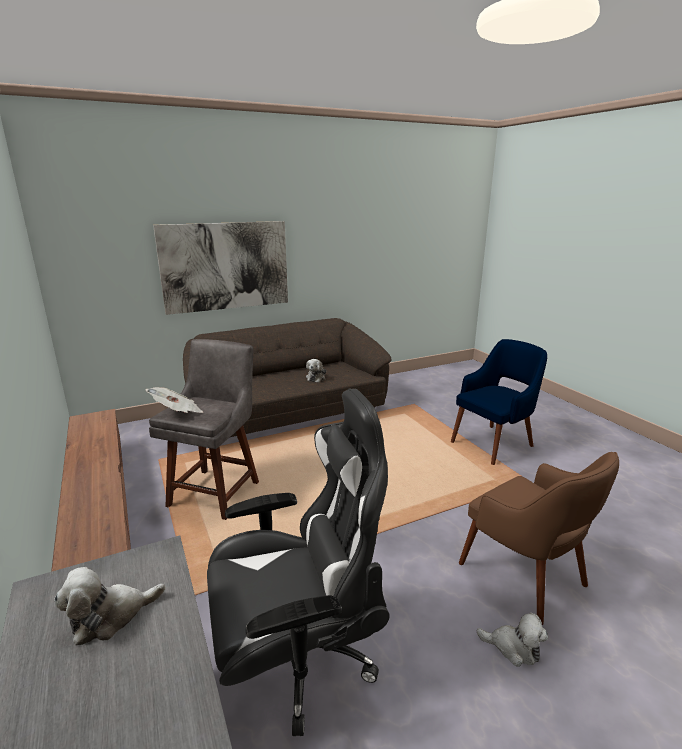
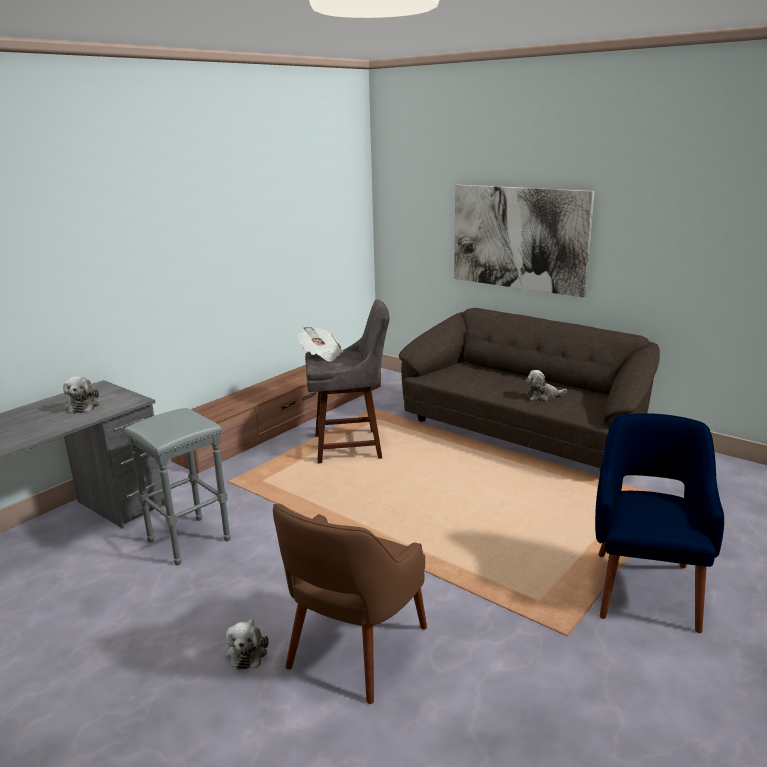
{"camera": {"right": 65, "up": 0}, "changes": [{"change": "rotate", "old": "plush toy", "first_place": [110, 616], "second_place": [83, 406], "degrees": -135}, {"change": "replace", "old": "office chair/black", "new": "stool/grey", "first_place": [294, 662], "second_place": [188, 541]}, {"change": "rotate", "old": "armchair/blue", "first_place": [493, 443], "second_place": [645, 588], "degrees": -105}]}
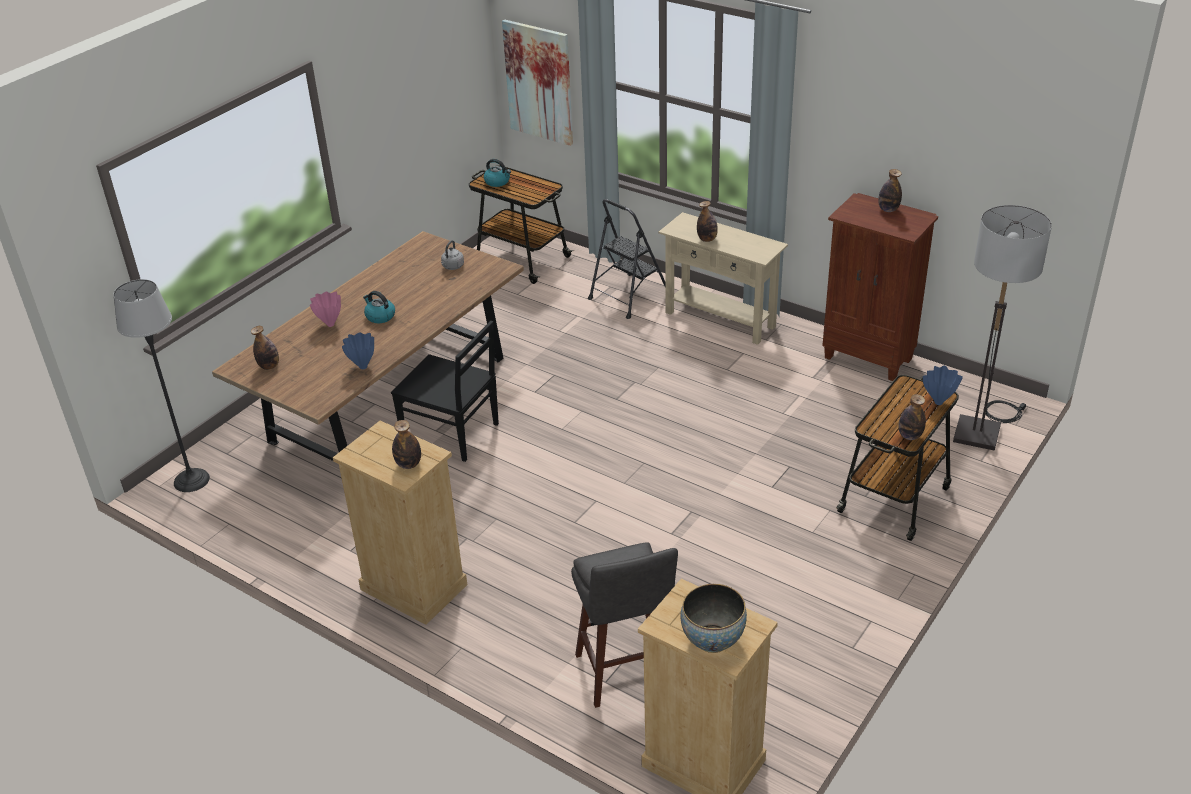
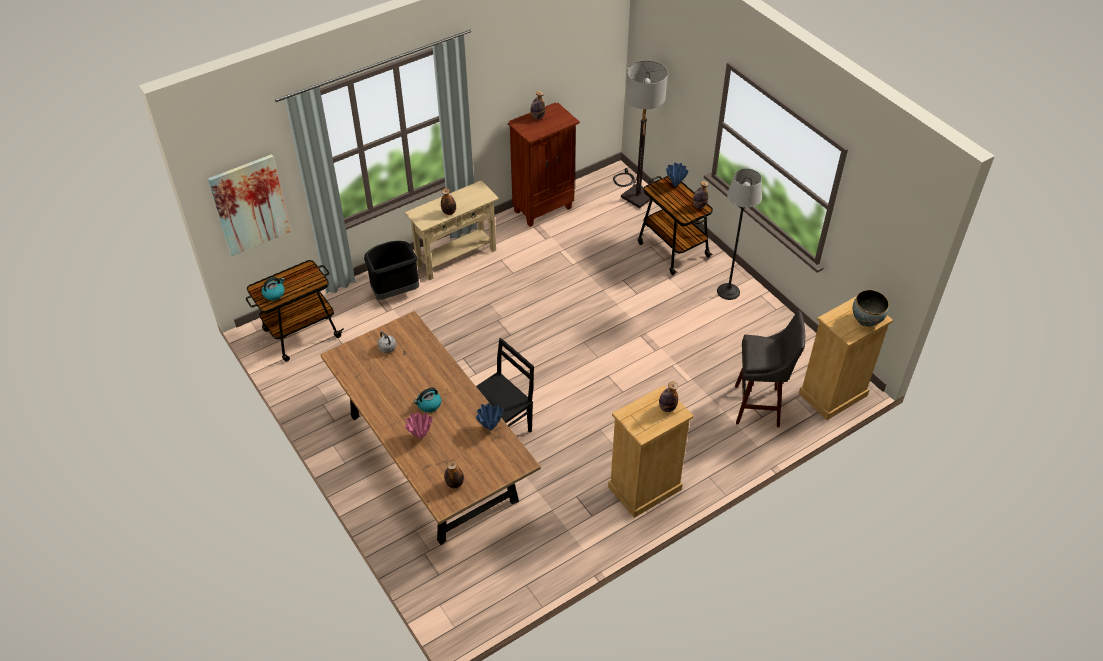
{"camera": {"right": -70, "up": 10}, "changes": [{"change": "move", "old": "floor lamp", "first_place": [191, 480], "second_place": [728, 291]}, {"change": "replace", "old": "step ladder/black", "new": "trash can/black", "first_place": [627, 296], "second_place": [394, 292]}]}
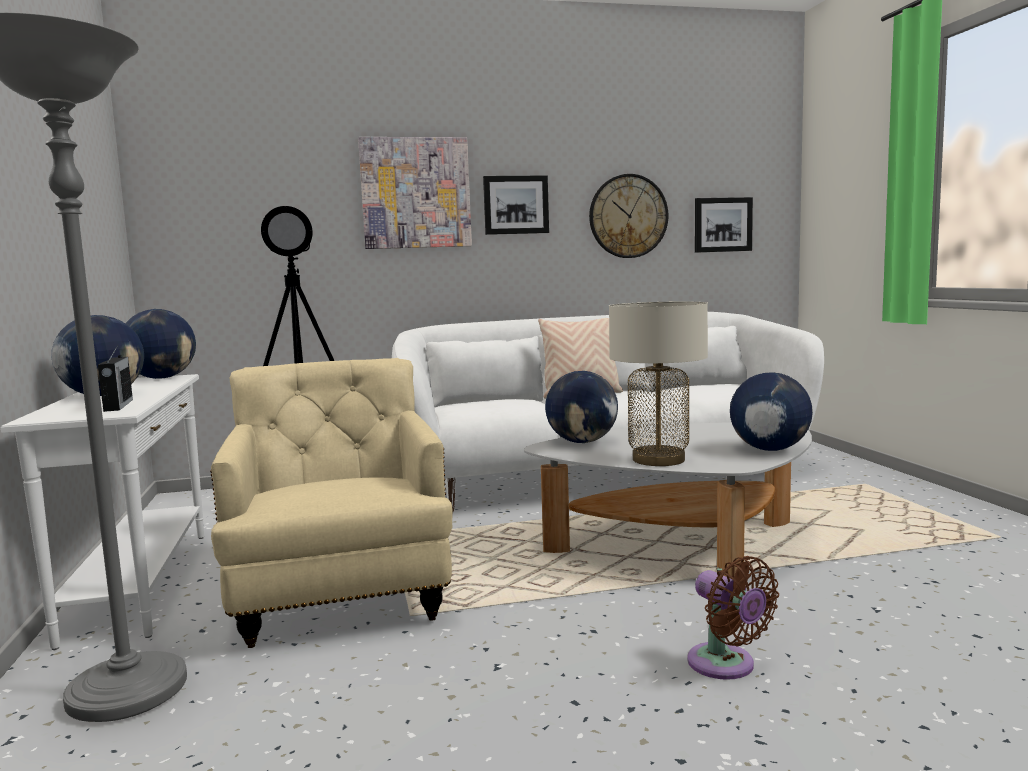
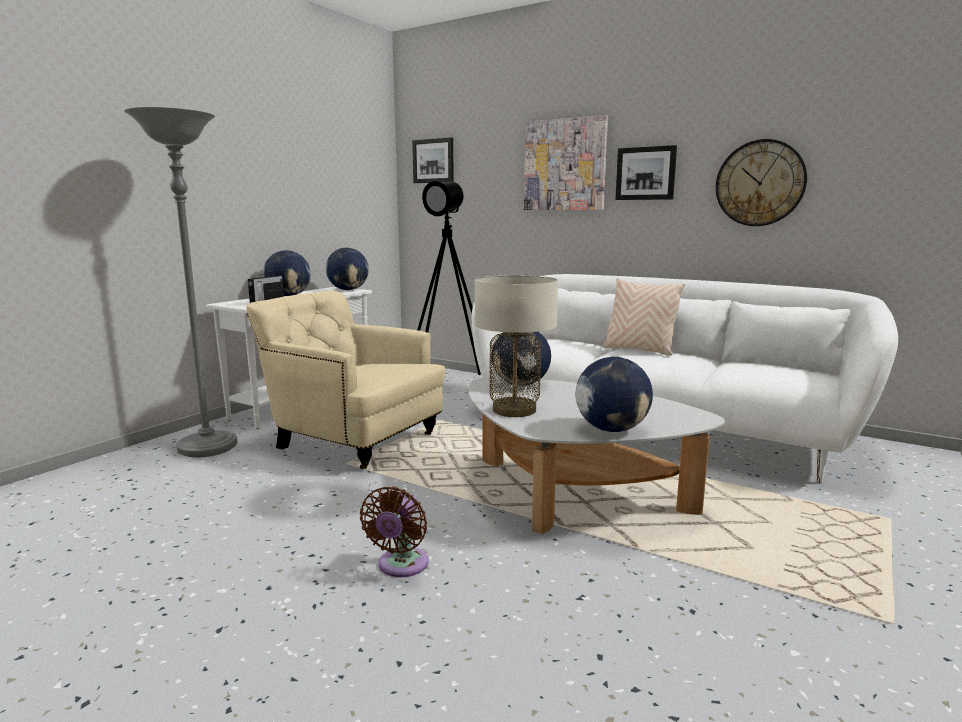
{"camera": {"right": 45, "up": 5}, "changes": [{"change": "rotate", "old": "armchair/beige", "first_place": [341, 592], "second_place": [351, 440], "degrees": -90}, {"change": "move", "old": "picture", "first_place": [722, 225], "second_place": [433, 161]}]}
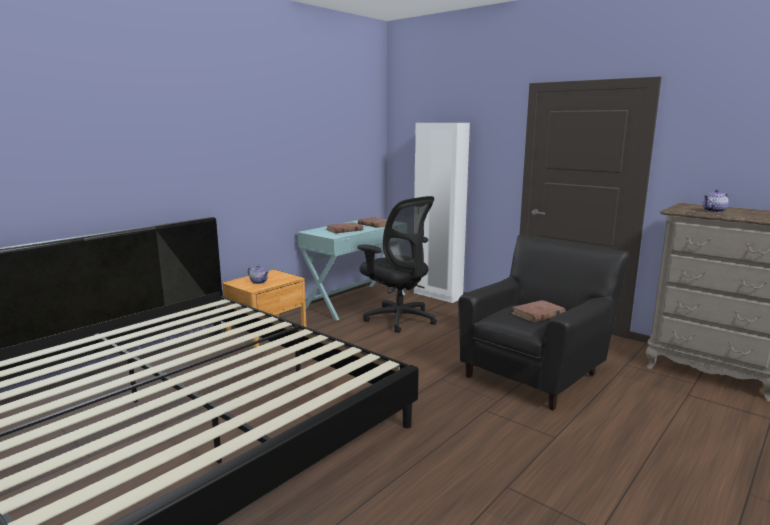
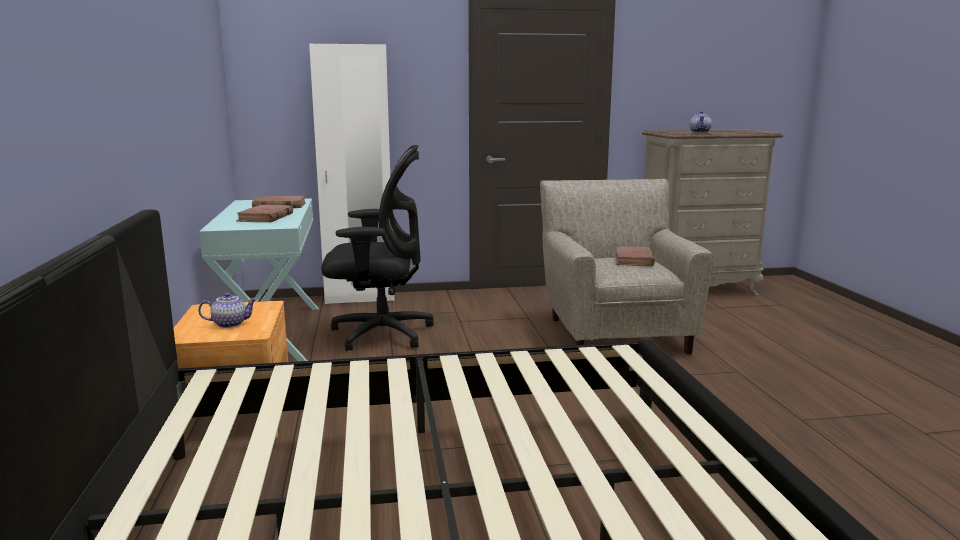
{"camera": {"right": -50, "up": 0}, "changes": [{"change": "recolor", "old": "armchair/black", "new": "armchair/beige", "first_place": [533, 374], "second_place": [616, 334]}]}
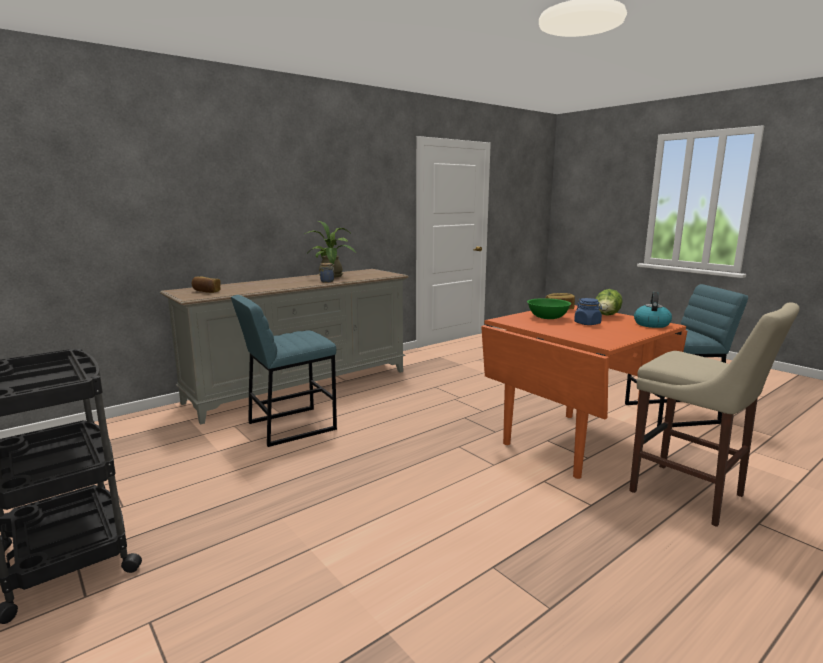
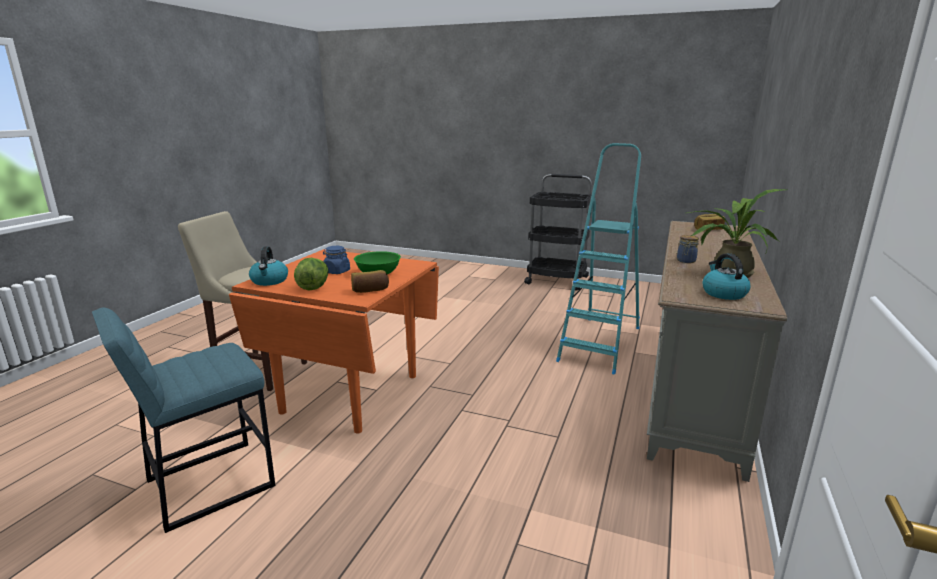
{"camera": {"right": 150, "up": 5}, "changes": [{"change": "replace", "old": "stool/blue", "new": "step ladder/turquoise", "first_place": [289, 426], "second_place": [600, 344]}, {"change": "insert", "new": "kettle", "second_place": [723, 293]}]}
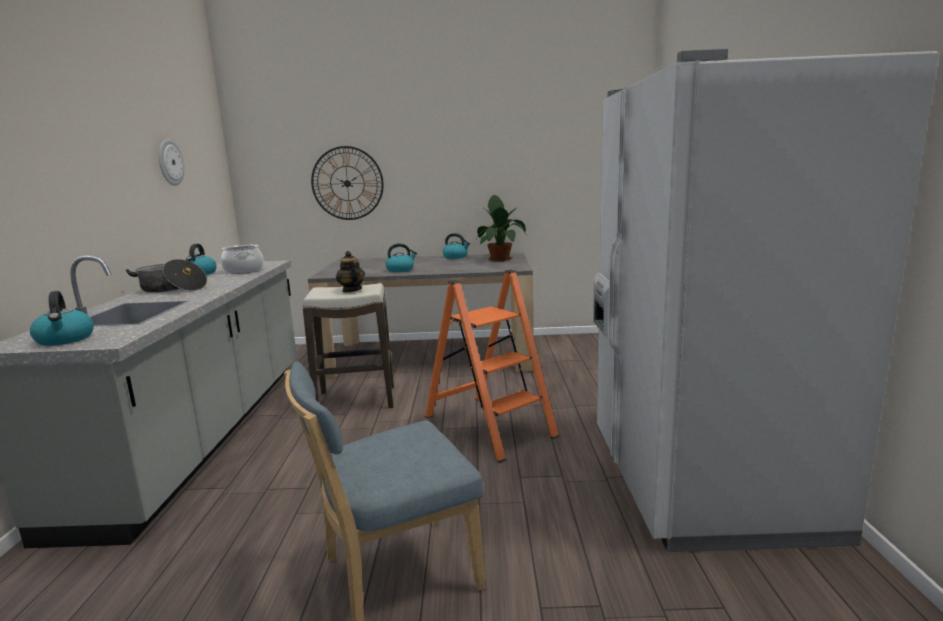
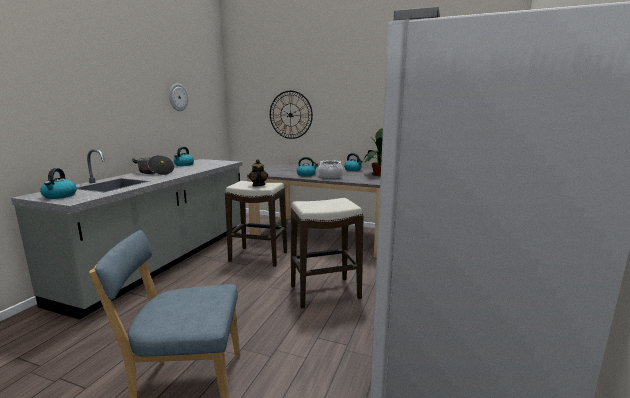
{"camera": {"right": 20, "up": 0}, "changes": [{"change": "move", "old": "cooking pot", "first_place": [244, 271], "second_place": [330, 176]}, {"change": "replace", "old": "step ladder/orange", "new": "stool", "first_place": [487, 425], "second_place": [325, 292]}]}
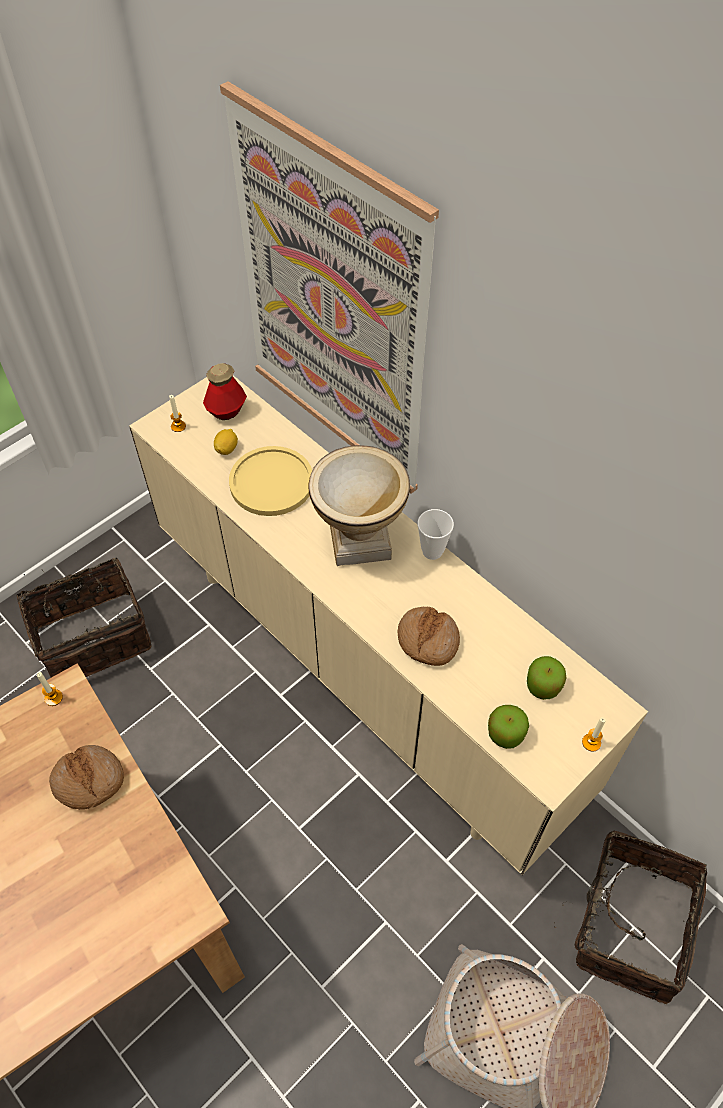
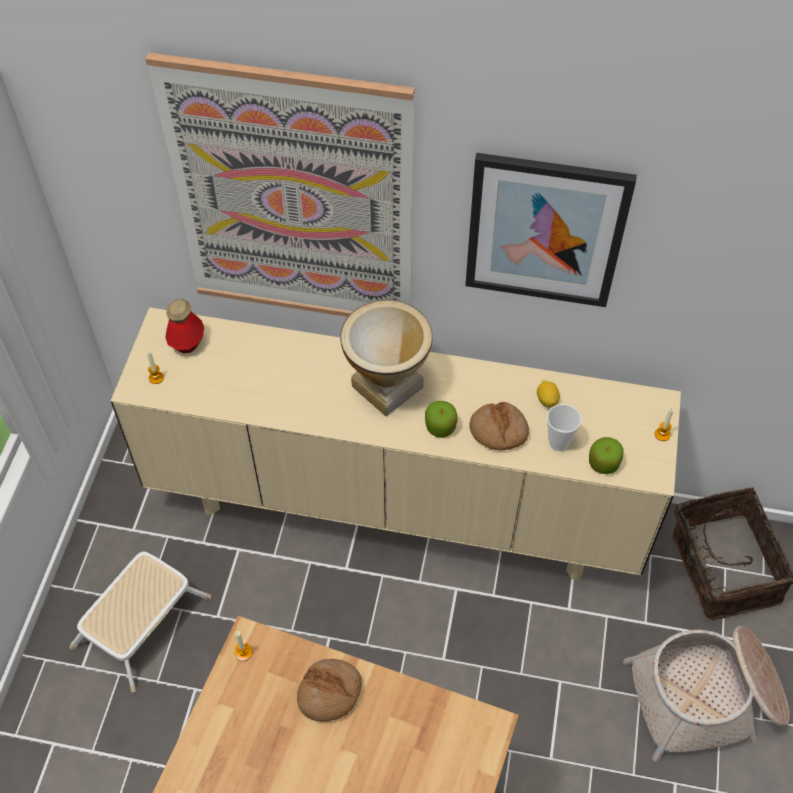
{"camera": {"right": -35, "up": 0}, "changes": [{"change": "replace", "old": "basket", "new": "step ladder/beige", "first_place": [93, 636], "second_place": [142, 622]}, {"change": "move", "old": "lemon", "first_place": [226, 449], "second_place": [547, 400]}, {"change": "delete", "old": "plate/yellow", "first_place": [271, 482]}, {"change": "move", "old": "cup", "first_place": [432, 551], "second_place": [558, 442]}, {"change": "move", "old": "apple", "first_place": [543, 686], "second_place": [440, 427]}, {"change": "insert", "new": "picture", "second_place": [545, 231]}]}
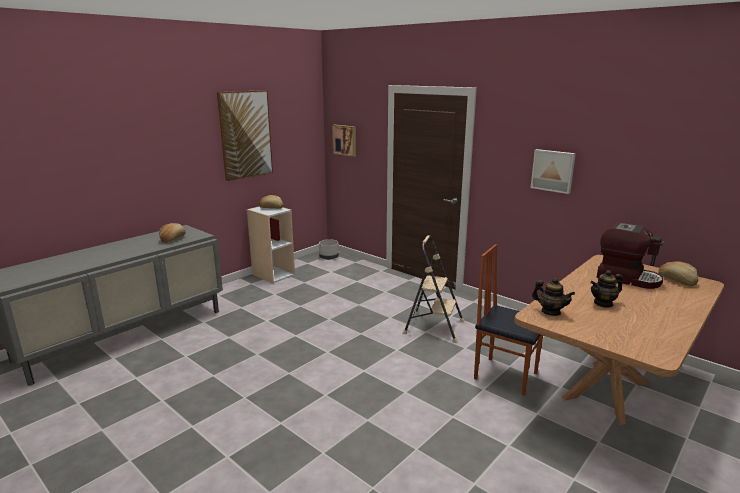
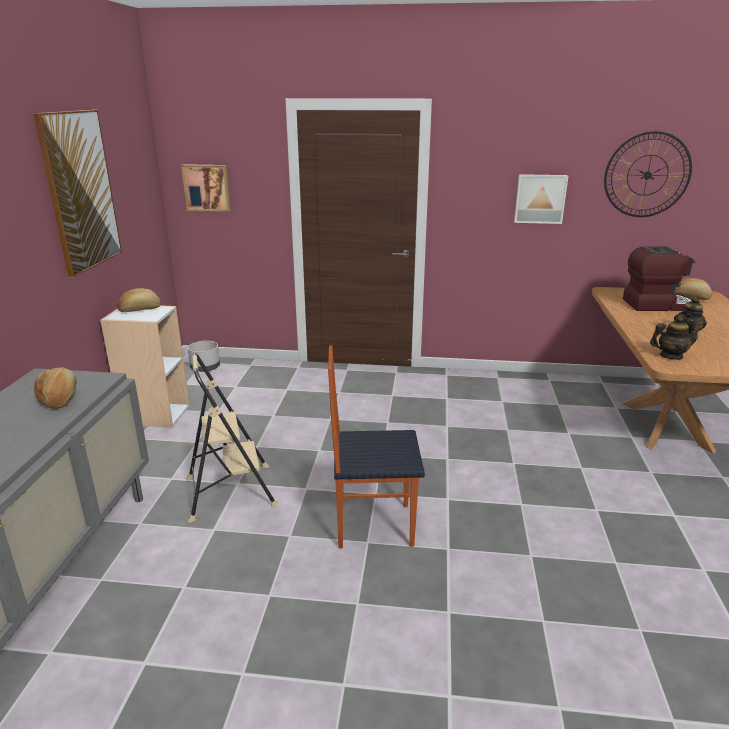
{"camera": {"right": -35, "up": 5}, "changes": [{"change": "move", "old": "step ladder/beige", "first_place": [432, 326], "second_place": [227, 491]}, {"change": "move", "old": "chair", "first_place": [505, 375], "second_place": [373, 524]}, {"change": "insert", "new": "wall clock", "second_place": [647, 175]}]}
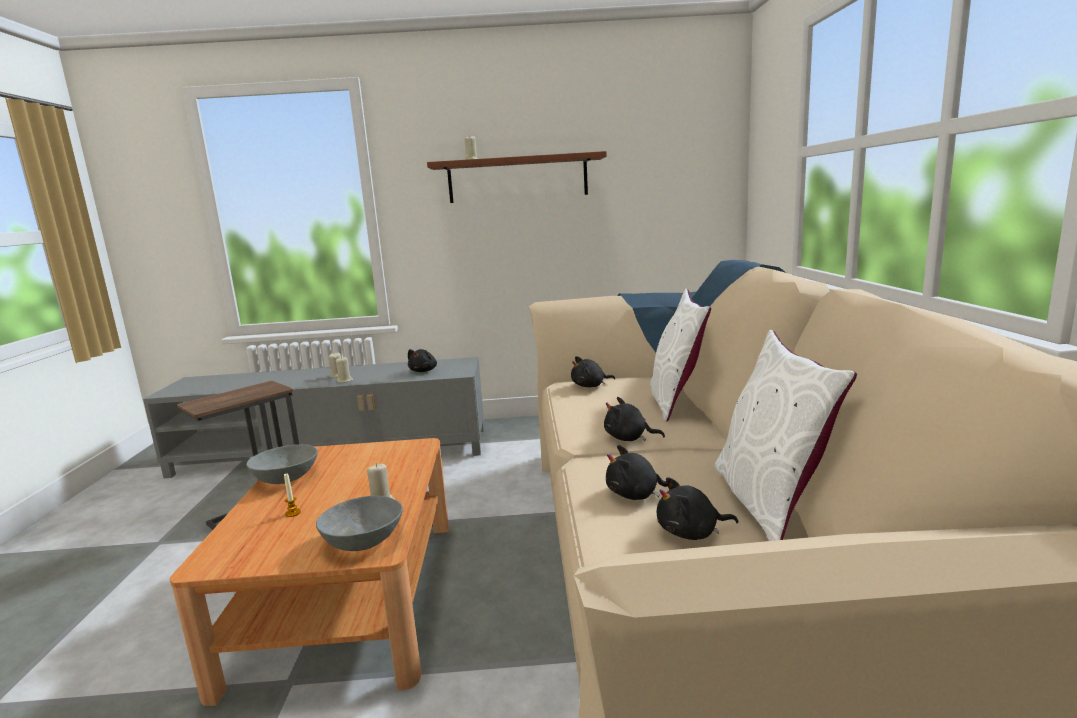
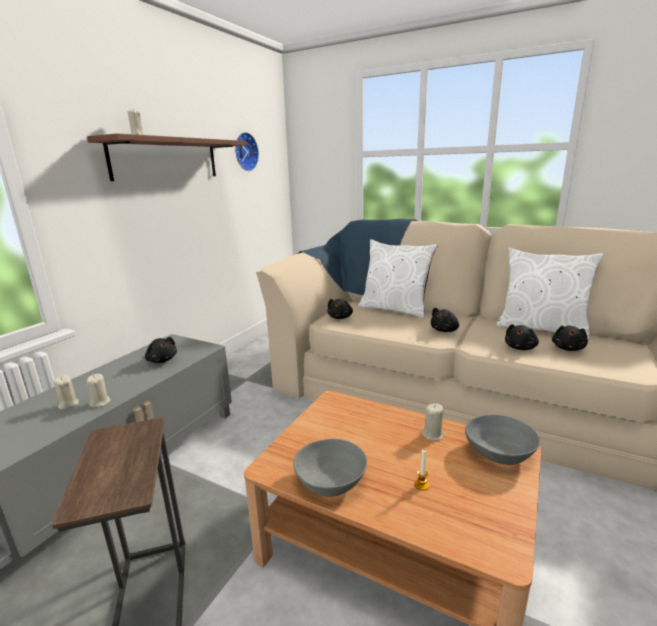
{"camera": {"right": -60, "up": 5}, "changes": [{"change": "insert", "new": "wall clock", "second_place": [244, 152]}]}
